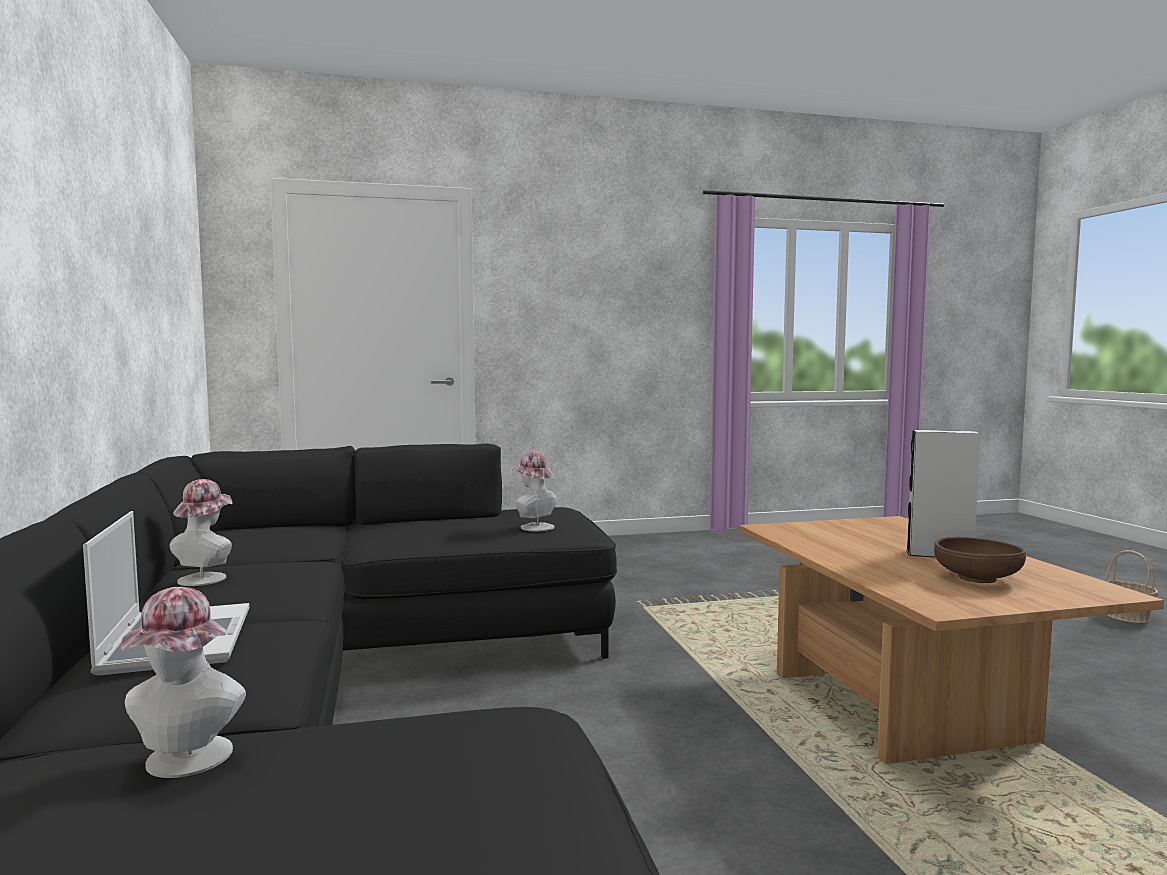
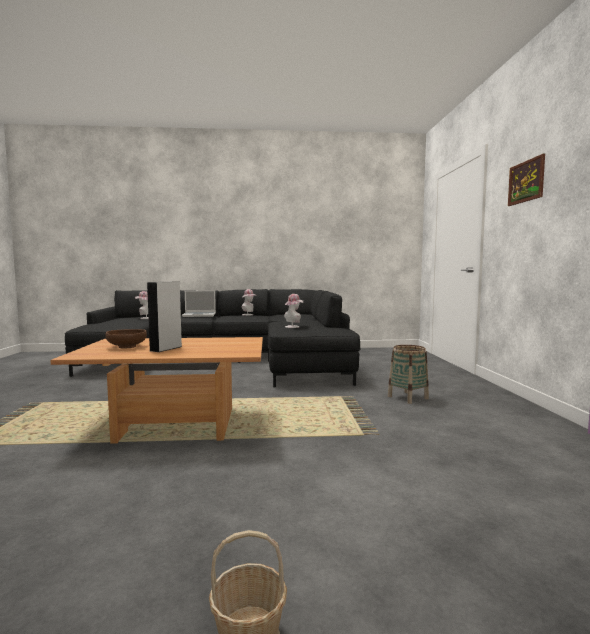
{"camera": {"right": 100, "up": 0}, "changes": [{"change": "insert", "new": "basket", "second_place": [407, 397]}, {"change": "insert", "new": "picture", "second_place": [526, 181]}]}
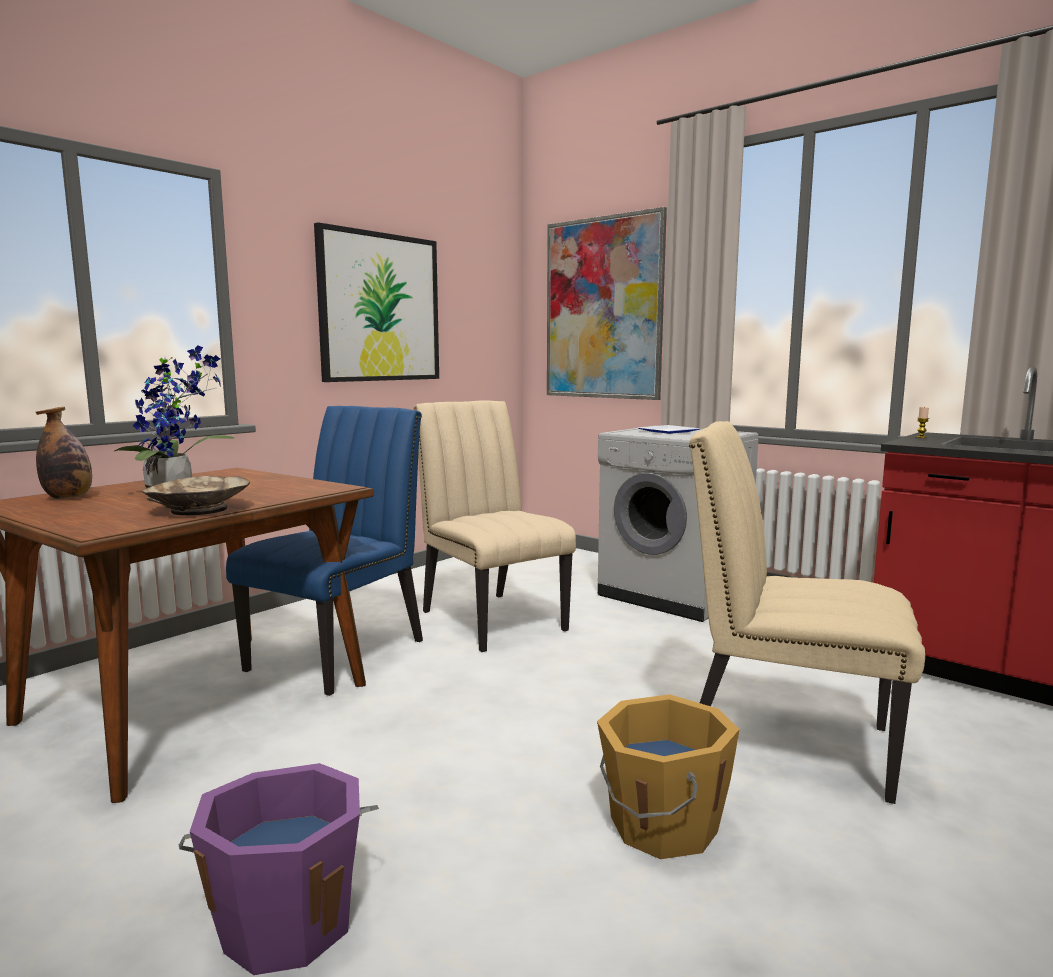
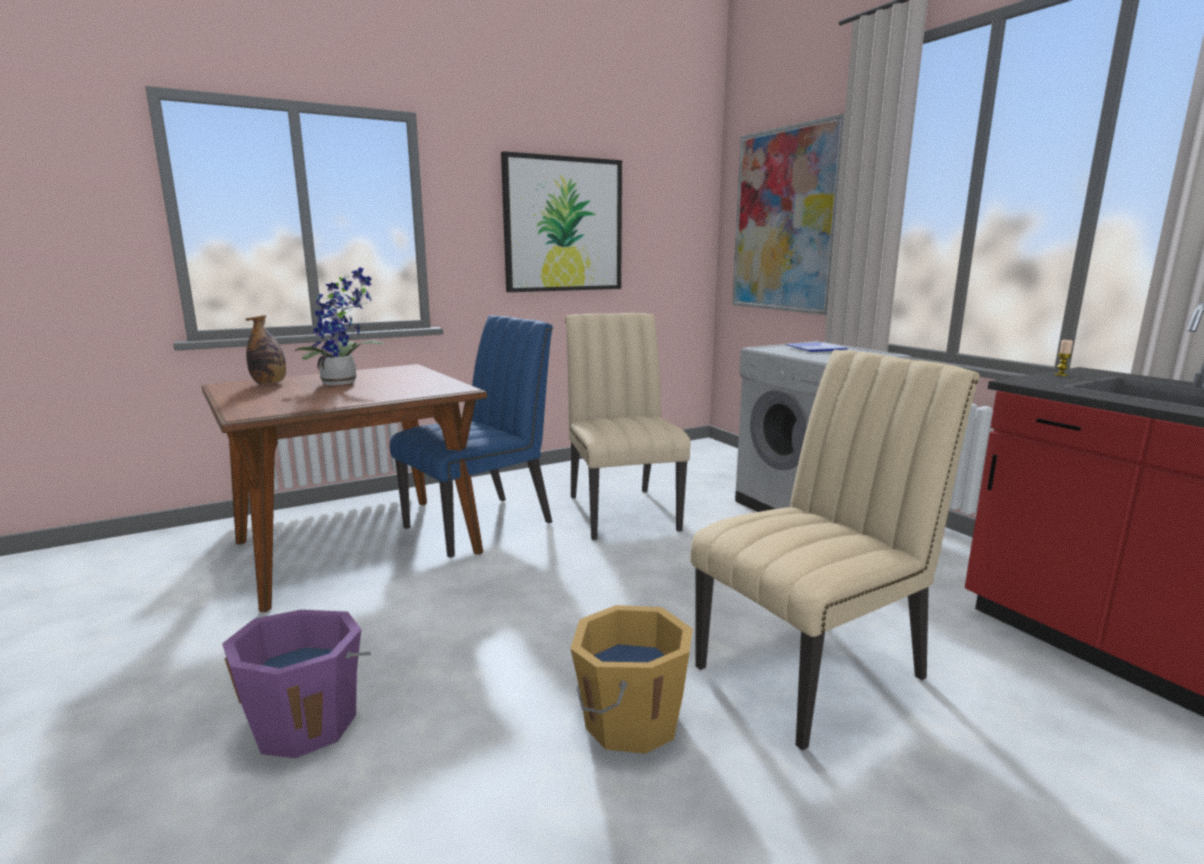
{"camera": {"right": 20, "up": 5}, "changes": [{"change": "delete", "old": "bowl/beige", "first_place": [199, 509]}, {"change": "rotate", "old": "chair/beige", "first_place": [789, 743], "second_place": [809, 674], "degrees": 105}]}
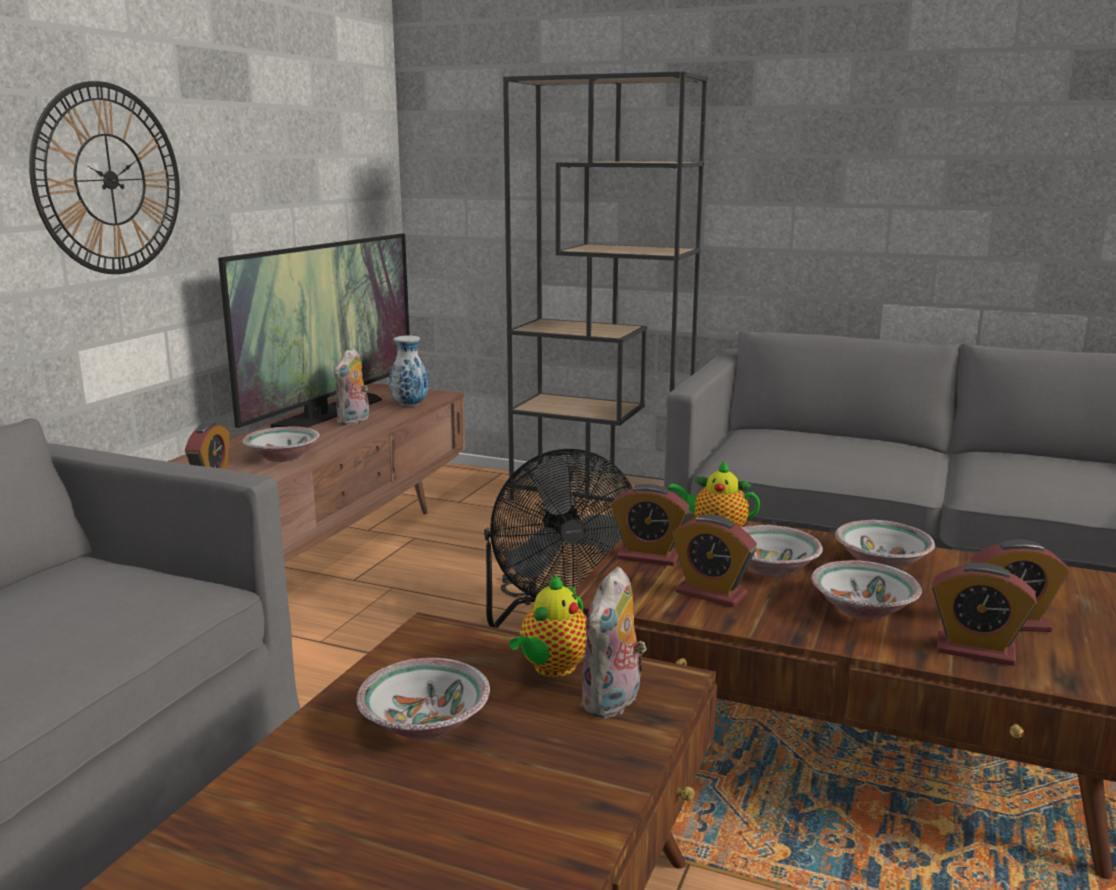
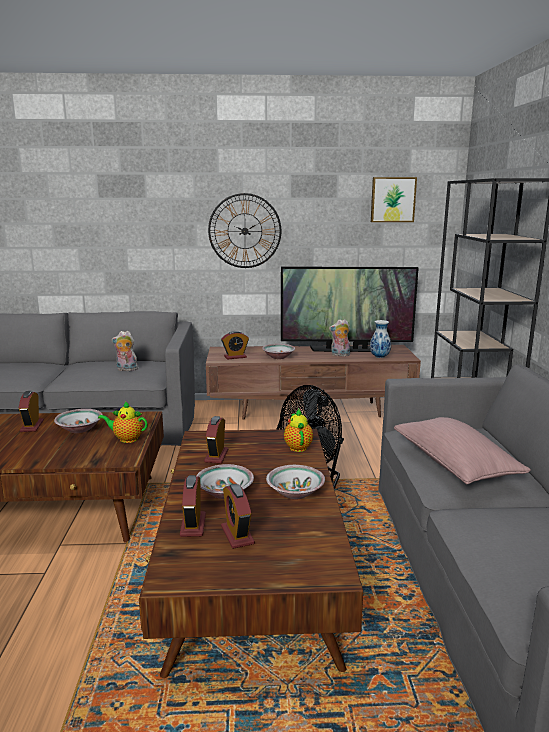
{"camera": {"right": 65, "up": 0}, "changes": [{"change": "move", "old": "plush toy", "first_place": [613, 703], "second_place": [126, 369]}, {"change": "move", "old": "alarm clock", "first_place": [648, 556], "second_place": [32, 426]}, {"change": "delete", "old": "bowl", "first_place": [772, 568]}, {"change": "insert", "new": "picture", "second_place": [392, 199]}, {"change": "insert", "new": "pillow/pink", "second_place": [454, 465]}]}
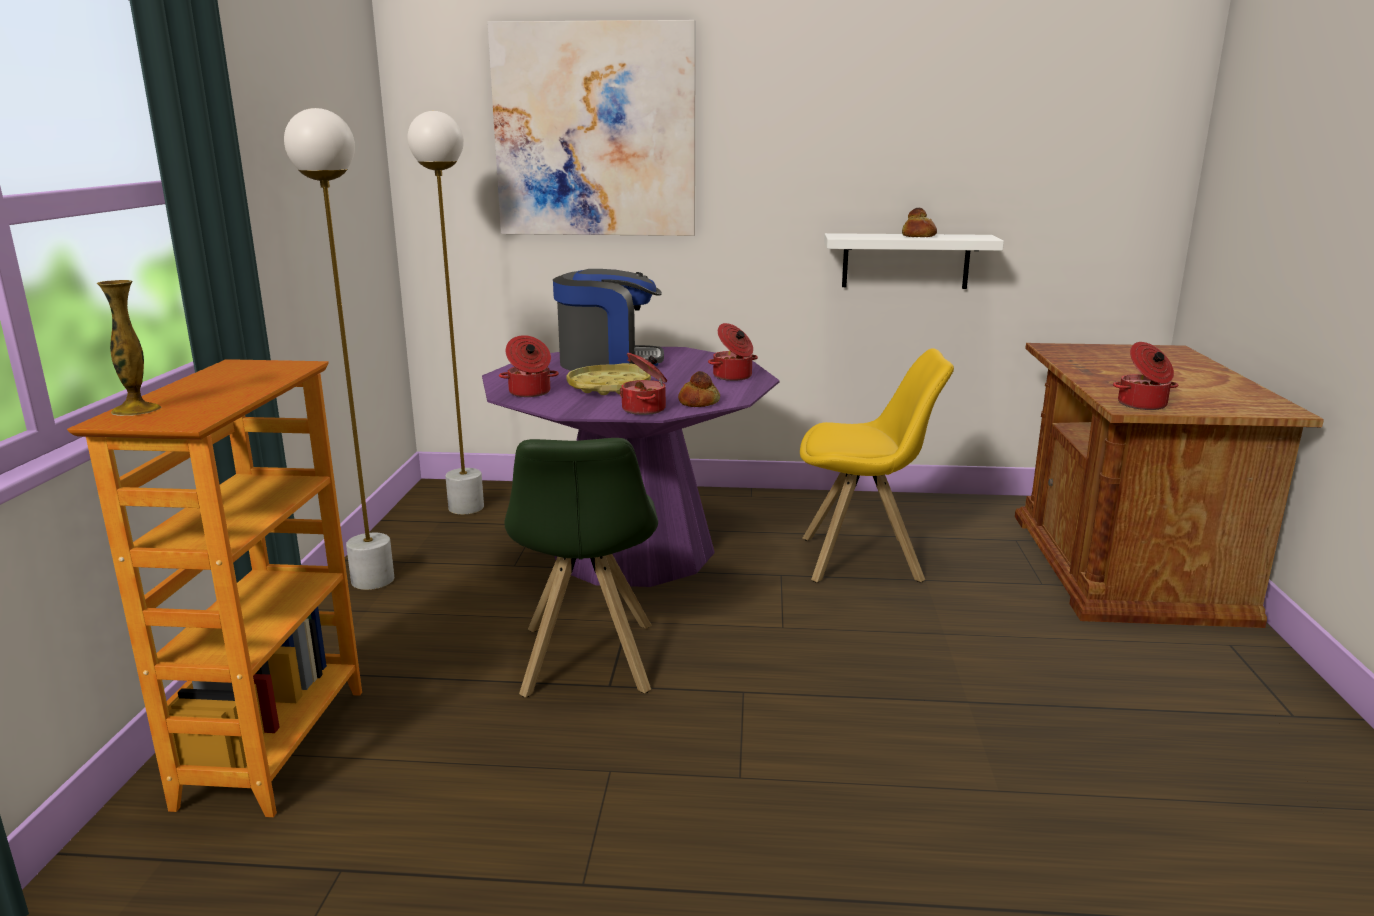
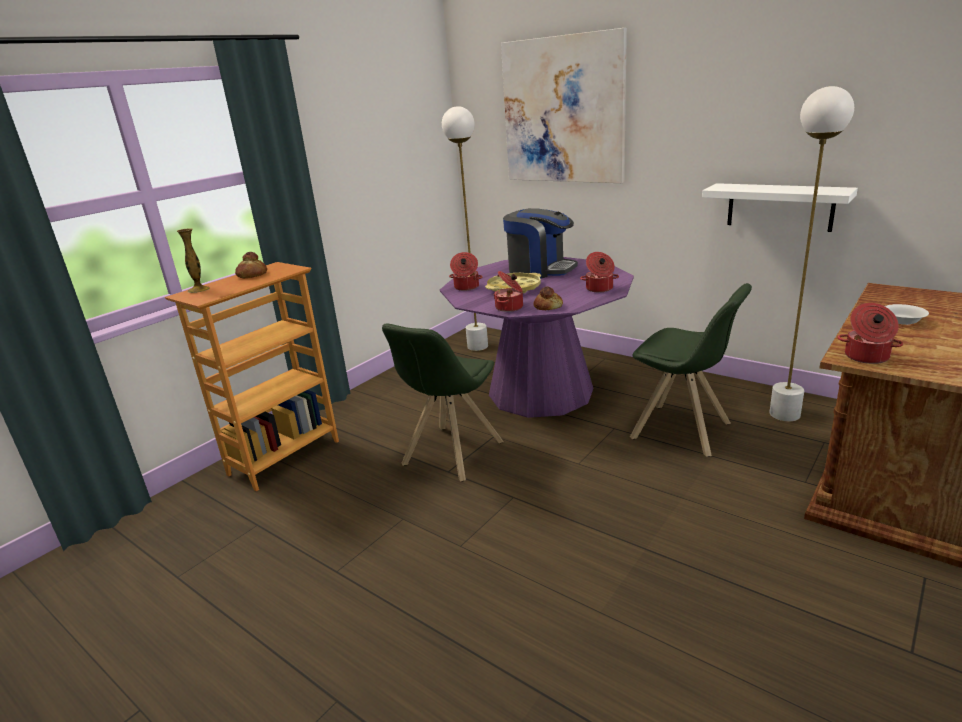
{"camera": {"right": 35, "up": 5}, "changes": [{"change": "move", "old": "floor lamp/white", "first_place": [373, 580], "second_place": [784, 414]}, {"change": "recolor", "old": "chair/yellow", "new": "chair/green", "first_place": [862, 560], "second_place": [681, 430]}, {"change": "move", "old": "bread", "first_place": [919, 236], "second_place": [252, 275]}, {"change": "insert", "new": "bowl/white", "second_place": [903, 321]}]}
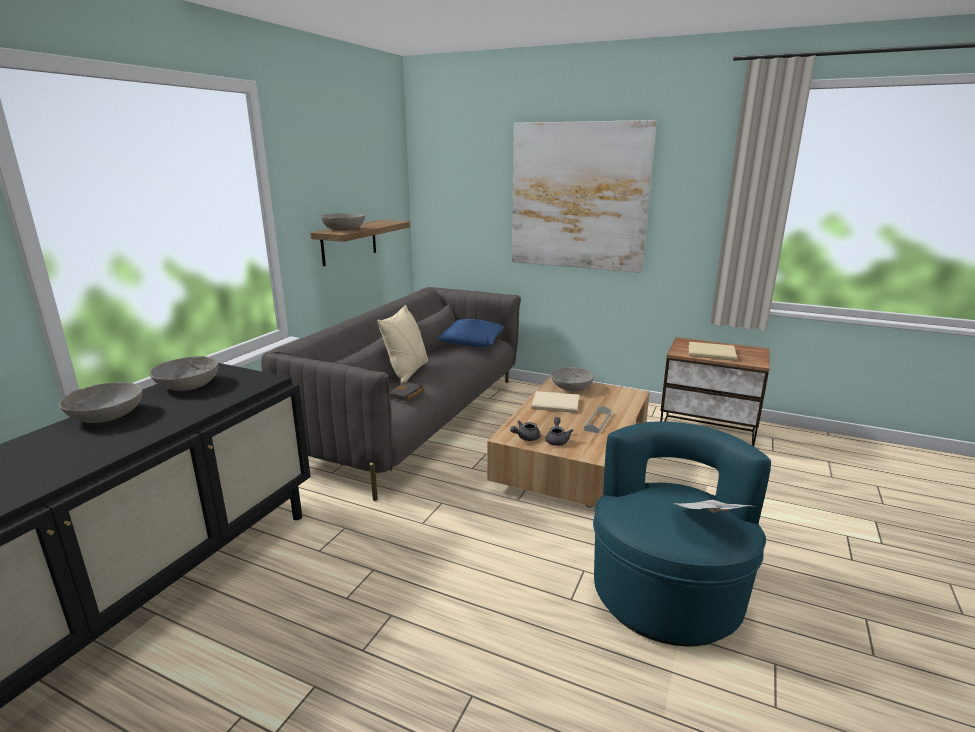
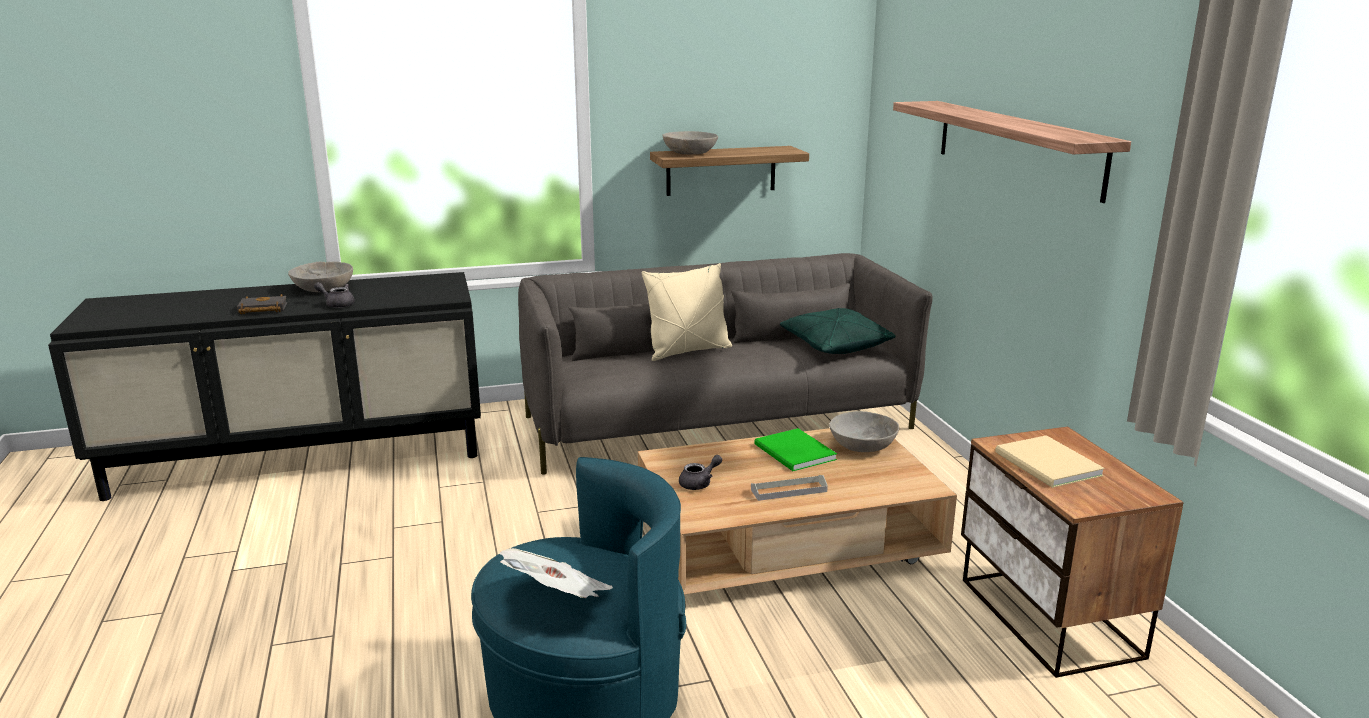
{"camera": {"right": 50, "up": 0}, "changes": [{"change": "delete", "old": "bowl/grey", "first_place": [187, 385]}, {"change": "move", "old": "book/black", "first_place": [406, 395], "second_place": [261, 309]}, {"change": "recolor", "old": "pillow/blue", "new": "pillow/green", "first_place": [471, 343], "second_place": [834, 346]}, {"change": "move", "old": "teapot/grey", "first_place": [525, 438], "second_place": [337, 304]}, {"change": "replace", "old": "picture", "new": "shelf", "first_place": [578, 197], "second_place": [1016, 146]}, {"change": "recolor", "old": "book/beige", "new": "book/green", "first_place": [557, 404], "second_place": [794, 453]}]}
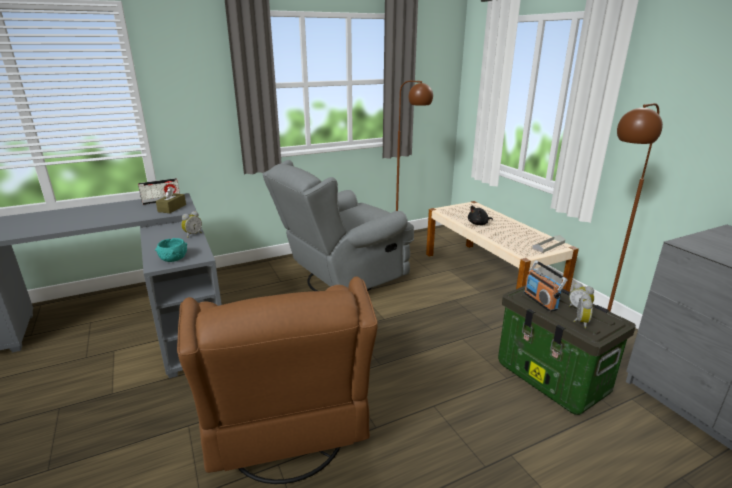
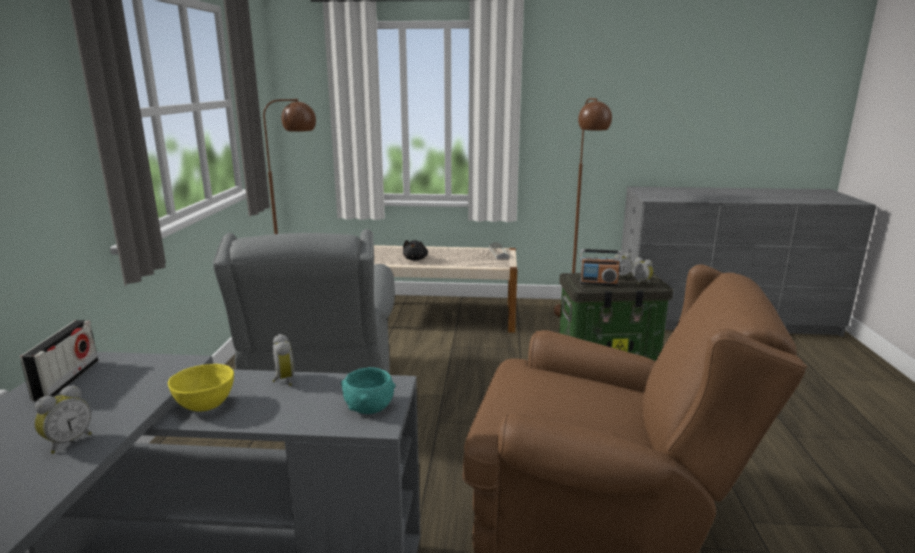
{"camera": {"right": -60, "up": -5}, "changes": [{"change": "delete", "old": "tissue box/brown", "first_place": [172, 208]}, {"change": "insert", "new": "alarm clock", "second_place": [67, 442]}, {"change": "insert", "new": "bowl/yellow", "second_place": [204, 406]}]}
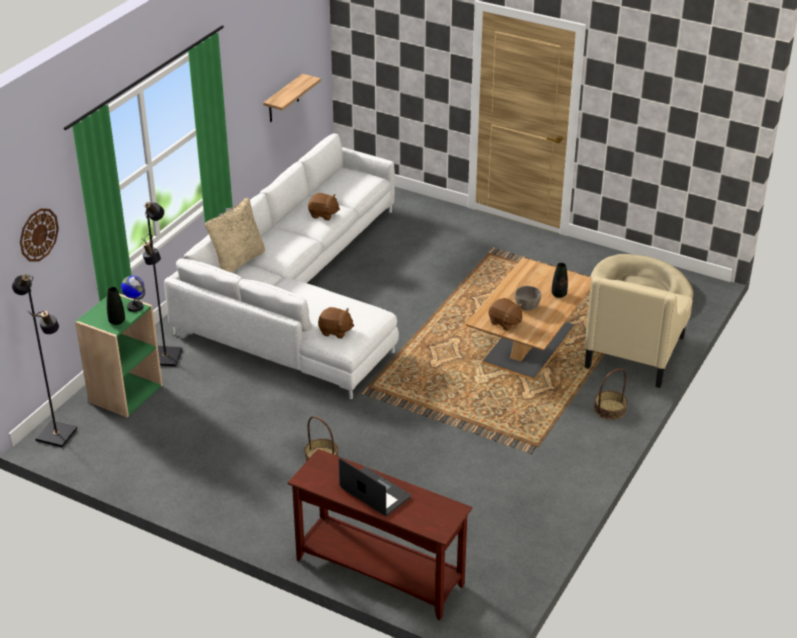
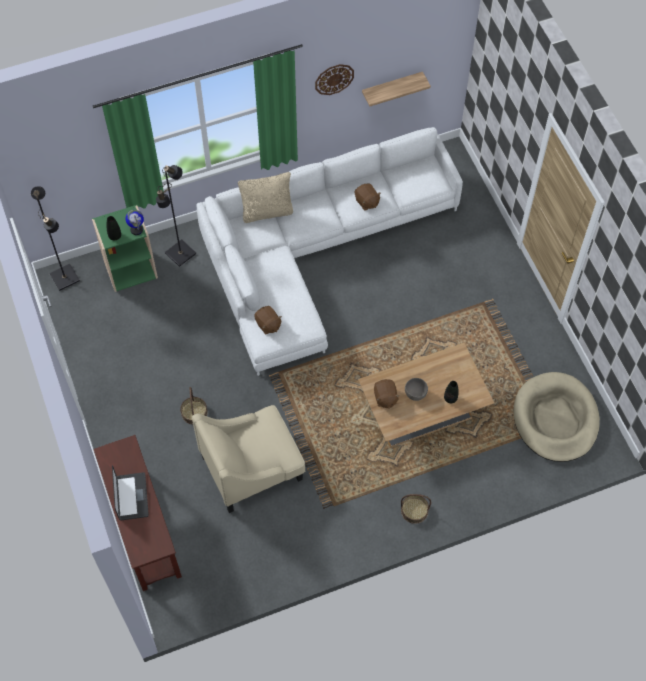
{"camera": {"right": 40, "up": 25}, "changes": [{"change": "move", "old": "wall clock", "first_place": [38, 234], "second_place": [334, 79]}, {"change": "move", "old": "armchair/beige", "first_place": [635, 351], "second_place": [252, 467]}]}
